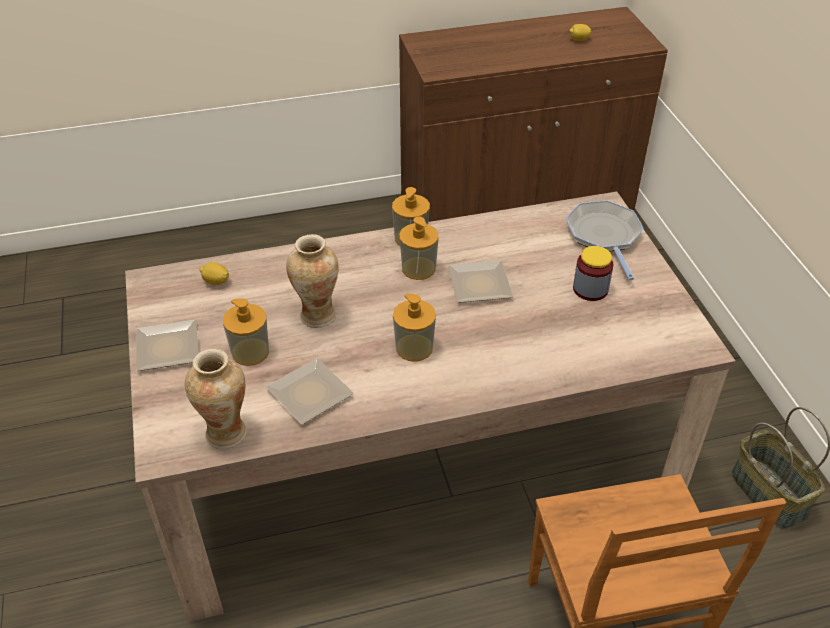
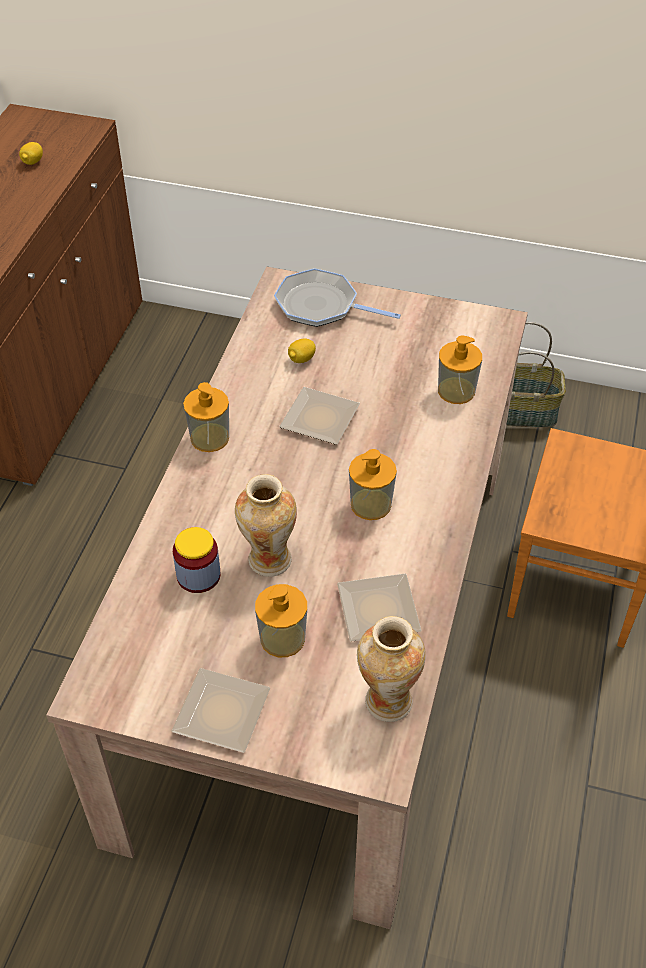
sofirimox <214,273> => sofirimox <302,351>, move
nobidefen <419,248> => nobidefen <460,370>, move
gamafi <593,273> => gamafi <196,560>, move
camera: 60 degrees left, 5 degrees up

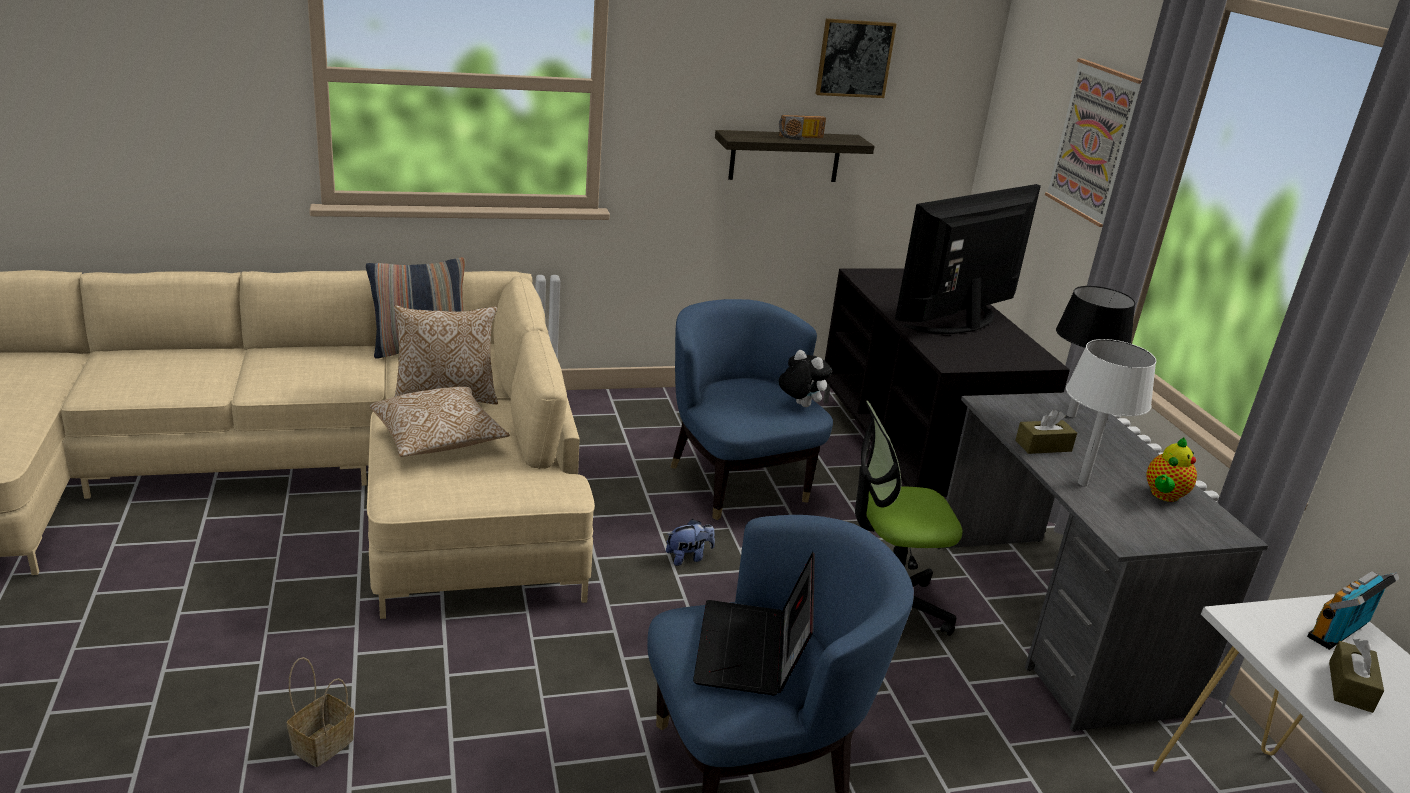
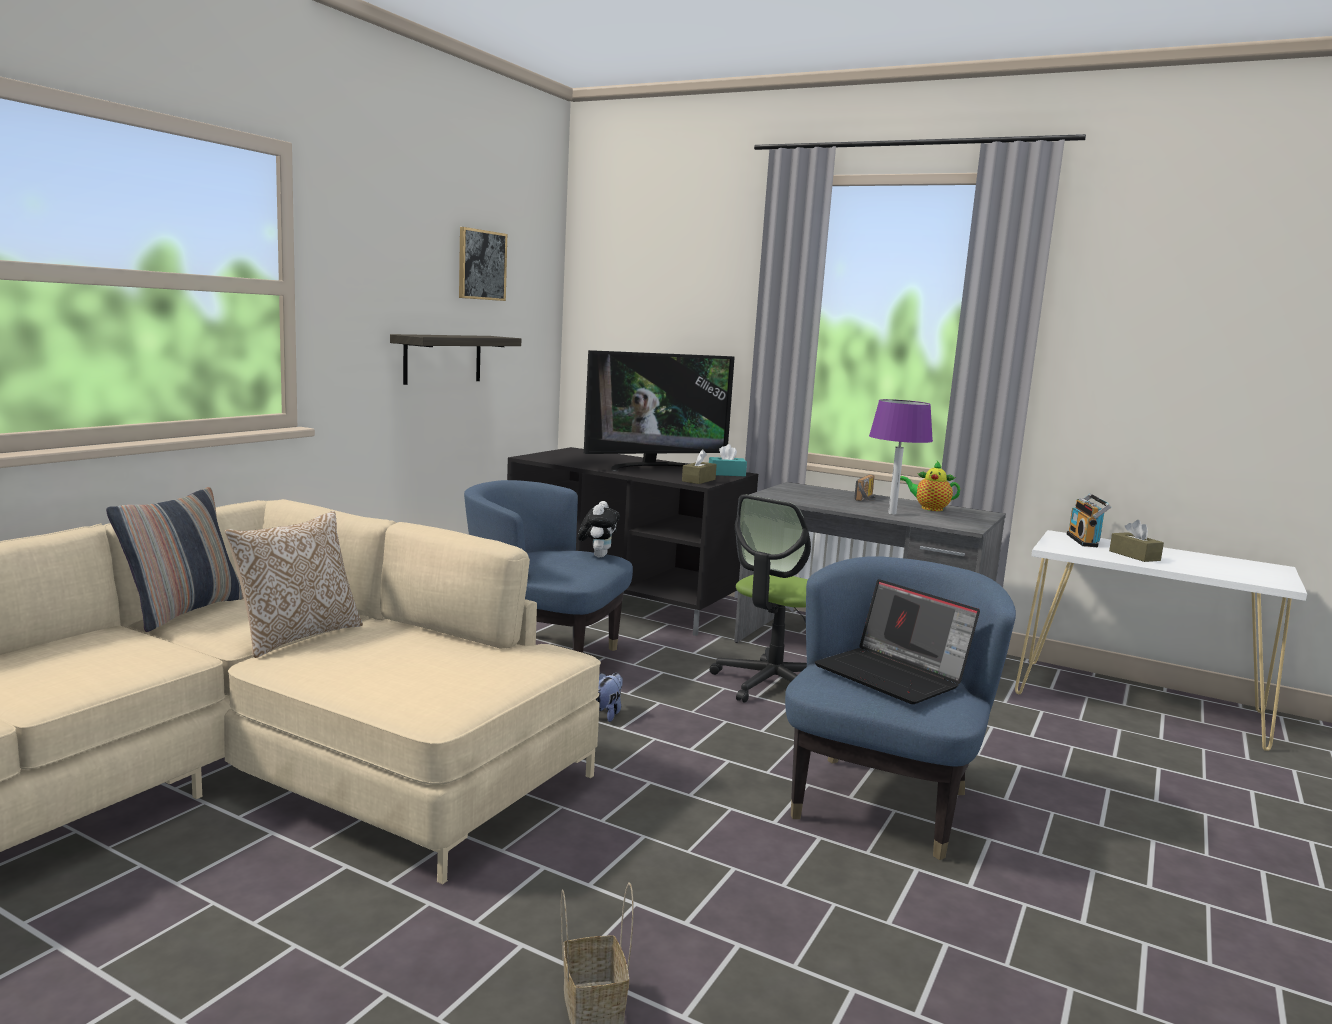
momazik <440,422> => nothing
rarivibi <802,127> => rarivibi <865,487>, move
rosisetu <805,378> => rosisetu <599,529>, 105 degrees clockwise
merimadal <968,259> => merimadal <659,410>, 120 degrees counterclockwise
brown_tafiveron <1046,431> => brown_tafiveron <699,466>, move
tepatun <1093,142> => nothing
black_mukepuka <1095,352> => nothing
white_mukepuka <1111,412> => purple_mukepuka <901,456>
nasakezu <1171,469> => nasakezu <930,486>, 120 degrees clockwise
nothing => turquoise_tafiveron <728,460>
camera: 45 degrees left, 15 degrees down

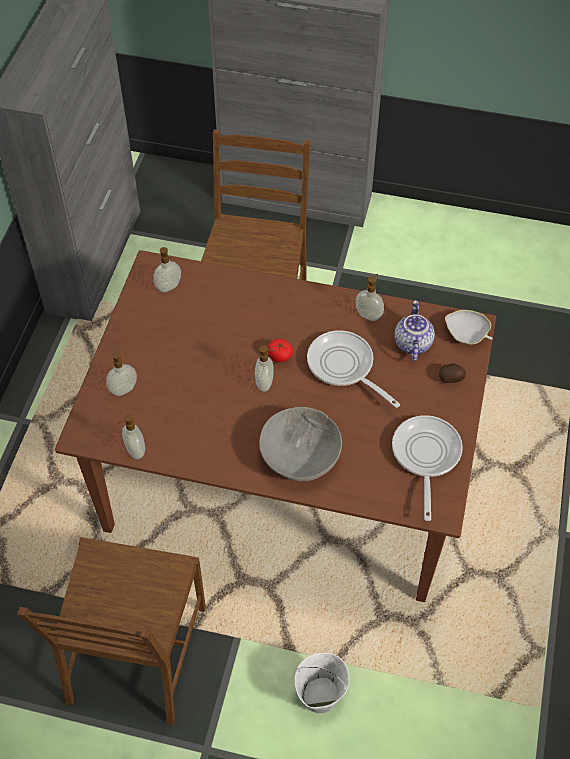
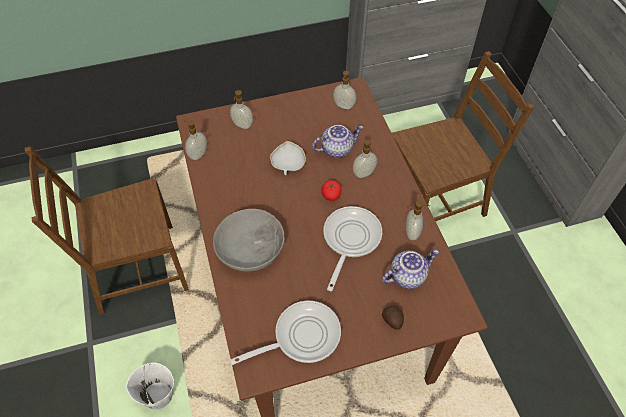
nobidefen <265,368> => nobidefen <365,158>, move
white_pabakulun <469,327> => white_pabakulun <288,158>, move
nothing => nasakezu <338,141>
camera: 60 degrees right, 0 degrees up

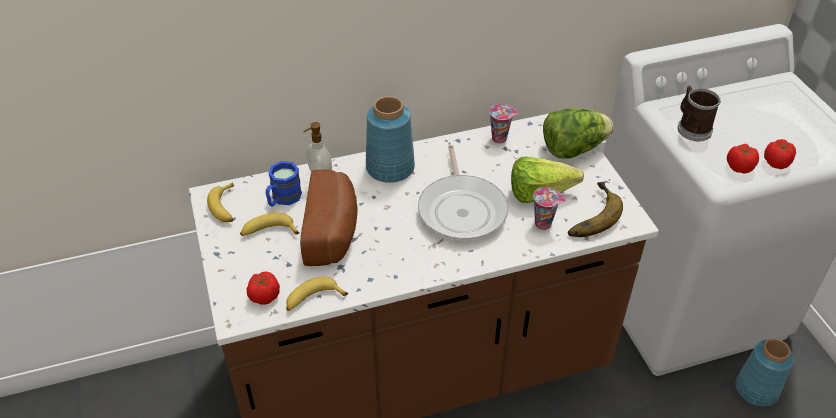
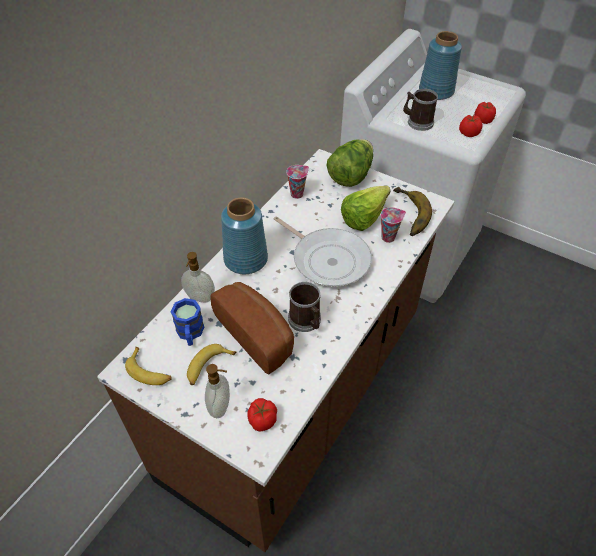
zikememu <317,294> => nothing
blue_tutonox <764,372> => blue_tutonox <440,65>, move
nothing => nobidefen <217,391>
nothing => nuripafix <304,307>
camera: 40 degrees left, 5 degrees up

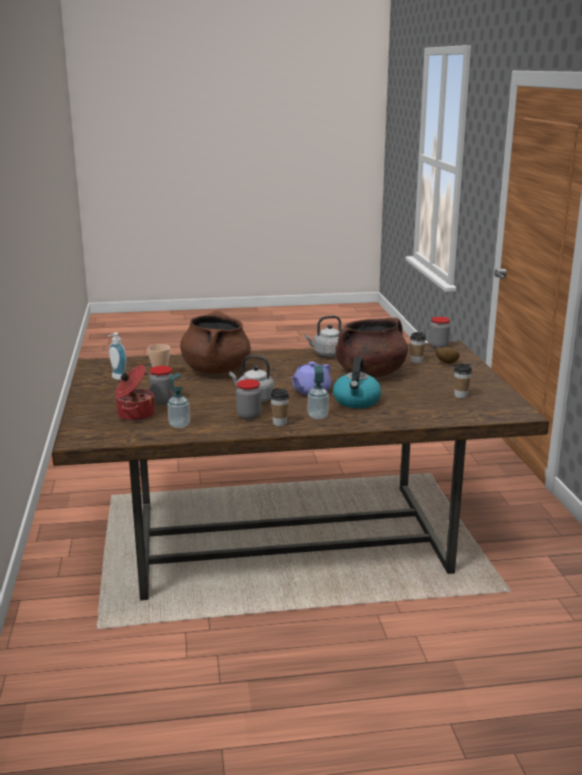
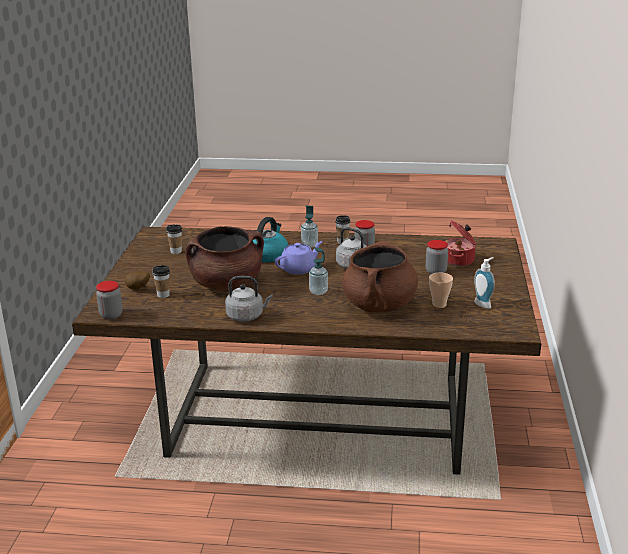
nobidefen <179,400> => nobidefen <318,271>, move
camera: 165 degrees left, 5 degrees up

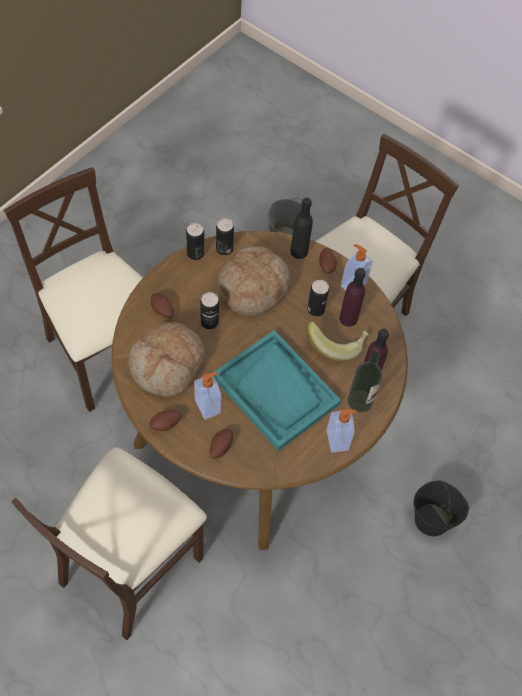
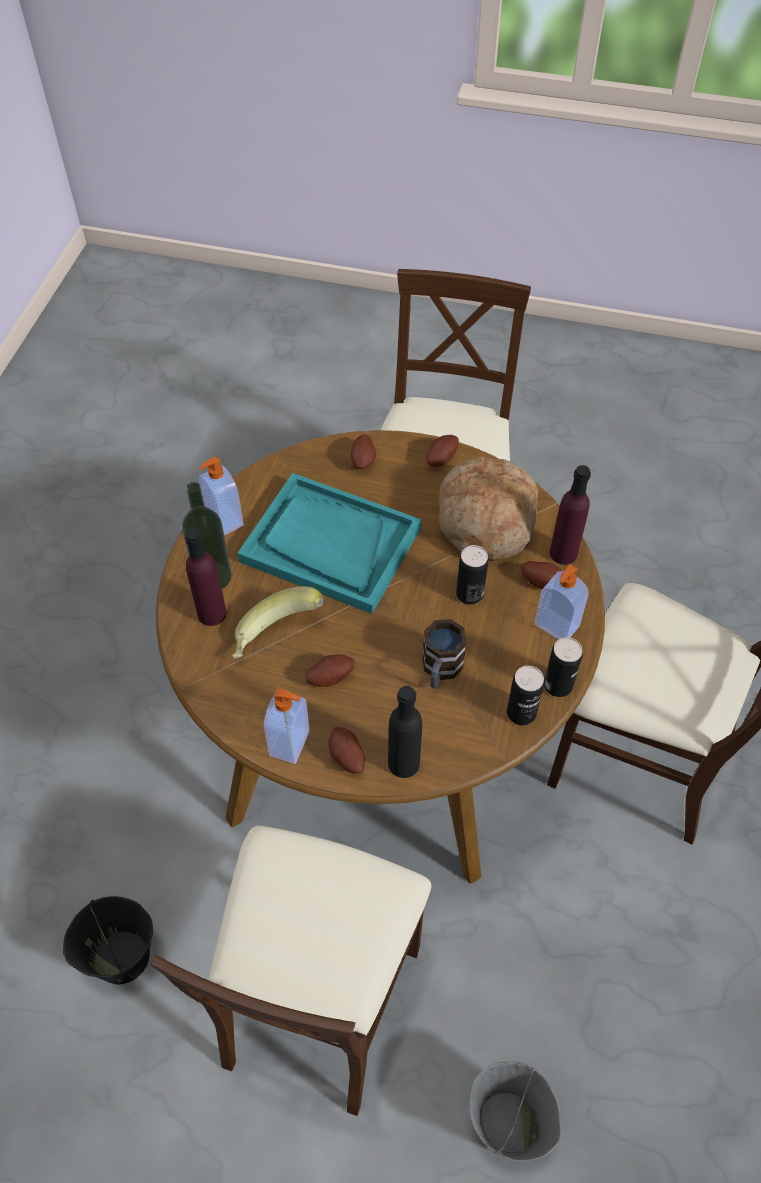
nobidefen <207,396> => nobidefen <562,602>, move
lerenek <254,281> => nuripafix <444,654>
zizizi <318,298> => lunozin <330,671>
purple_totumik <352,297> => purple_totumik <570,515>, move
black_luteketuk <441,508> => black_luteketuk <108,940>, move
camera: 160 degrees right, 5 degrees down

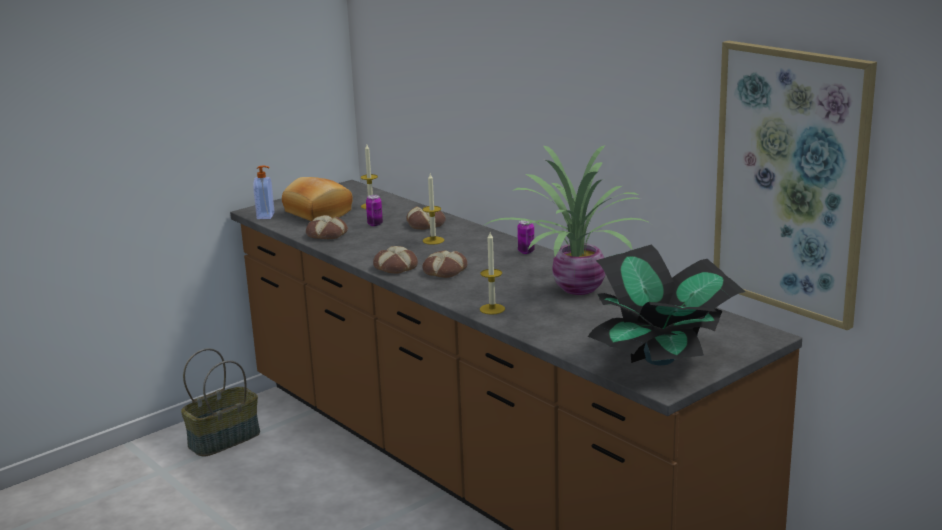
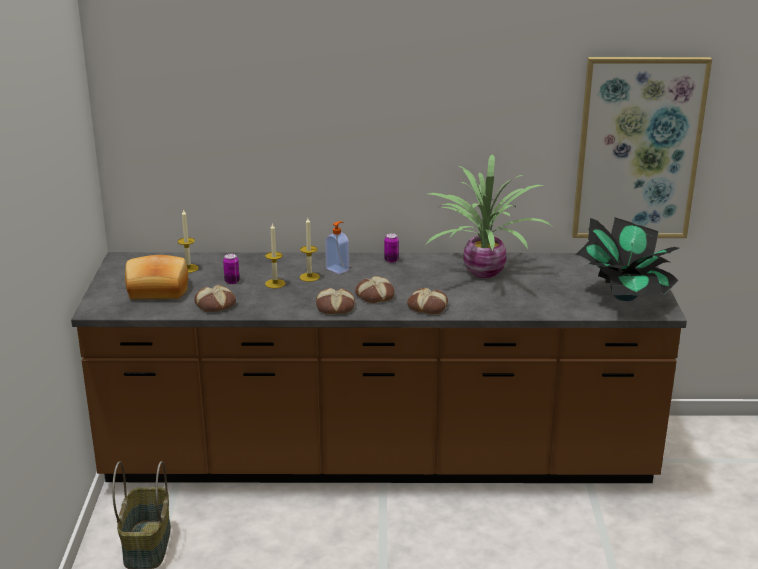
nobidefen <264,192> => nobidefen <337,247>, move
lerenek <426,218> => lerenek <427,301>, move
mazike <492,273> => mazike <275,255>, move
camera: 50 degrees left, 5 degrees up

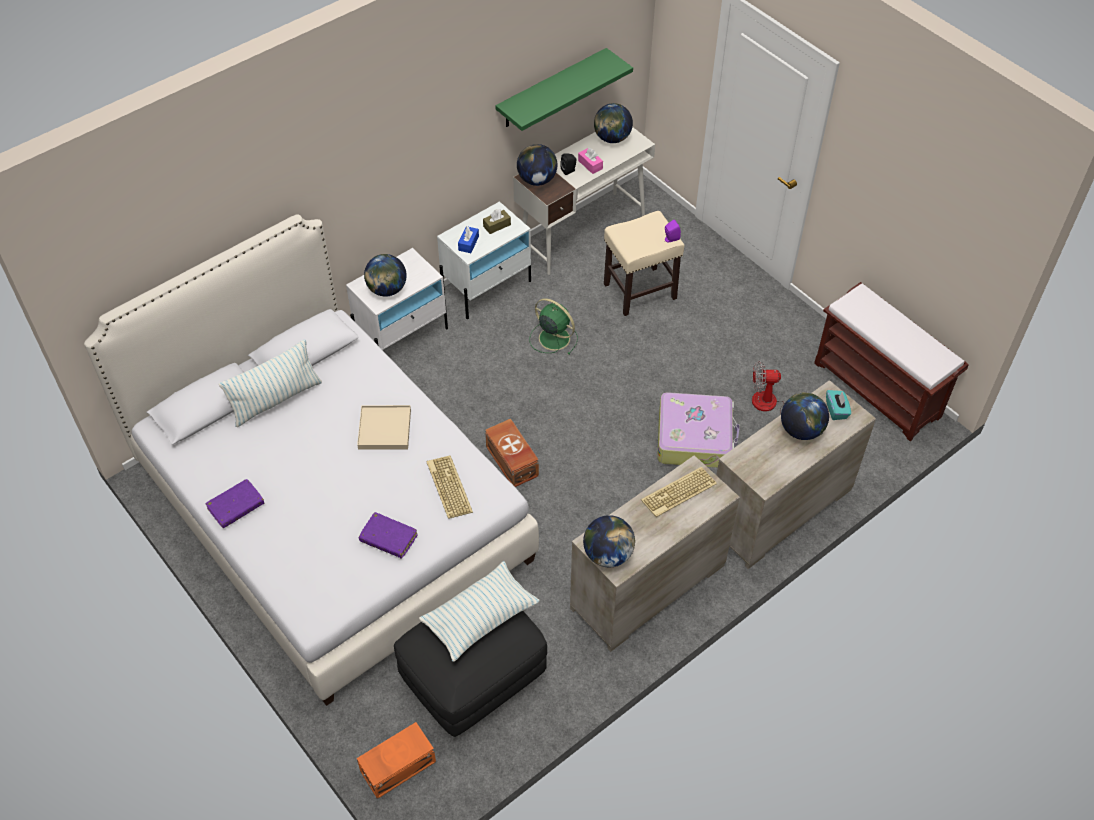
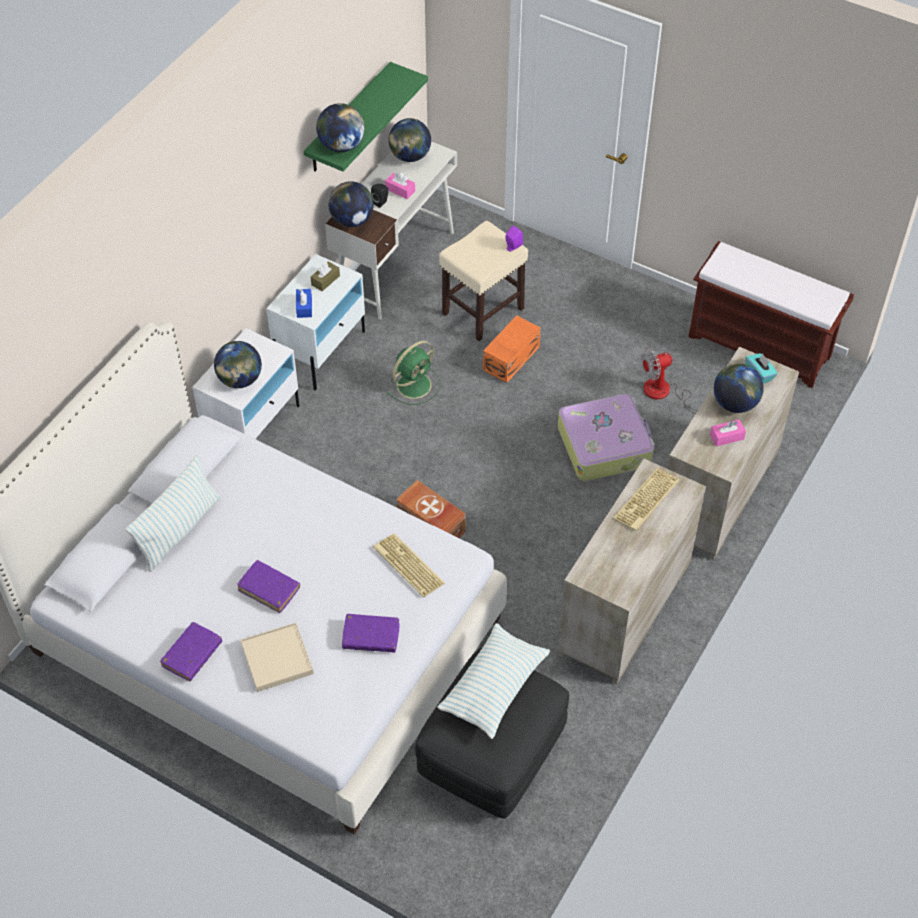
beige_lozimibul <384,427> => beige_lozimibul <277,657>, move
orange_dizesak <396,760> => orange_dizesak <512,349>, move
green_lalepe <553,326> => green_lalepe <414,373>, 120 degrees clockwise
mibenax <609,541> => mibenax <340,127>, move
nothing => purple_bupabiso <268,586>
nothing => pink_tafiveron <728,433>
camera: 20 degrees left, 0 degrees up

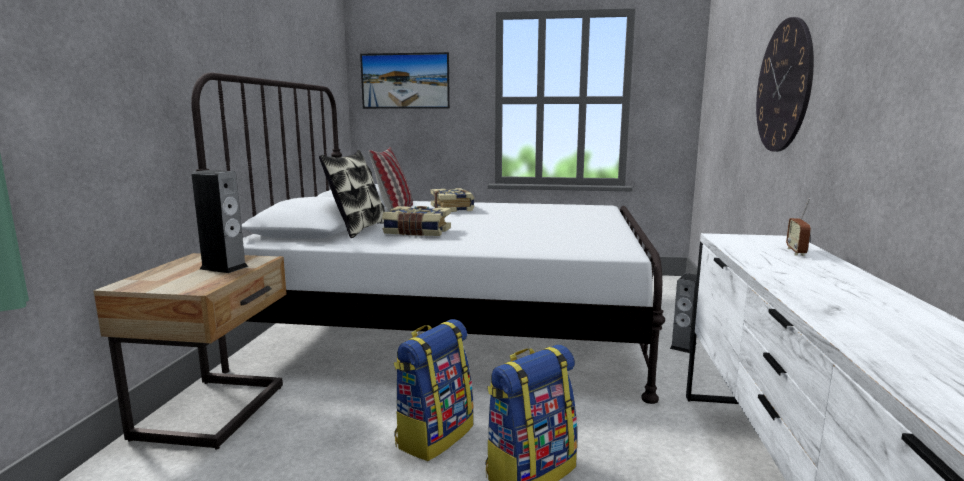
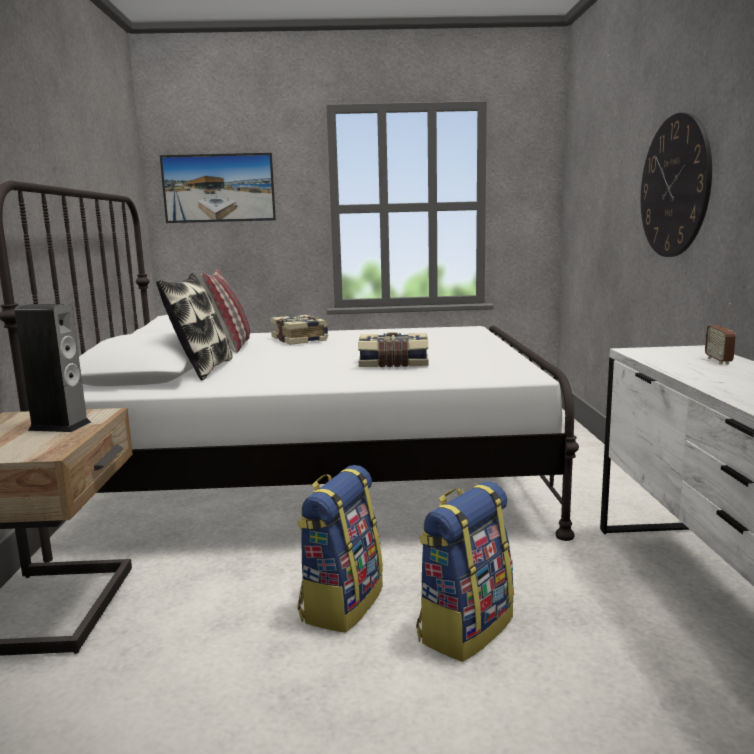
bupabiso <416,221> => bupabiso <393,350>, move
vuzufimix <683,313> => nothing
camera: 10 degrees left, 0 degrees up

